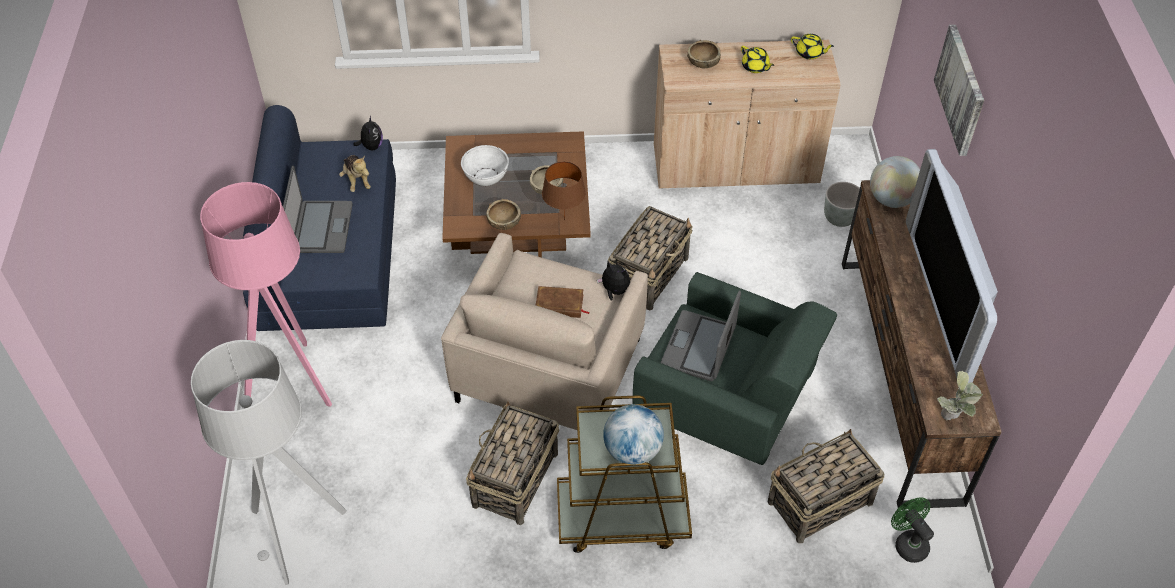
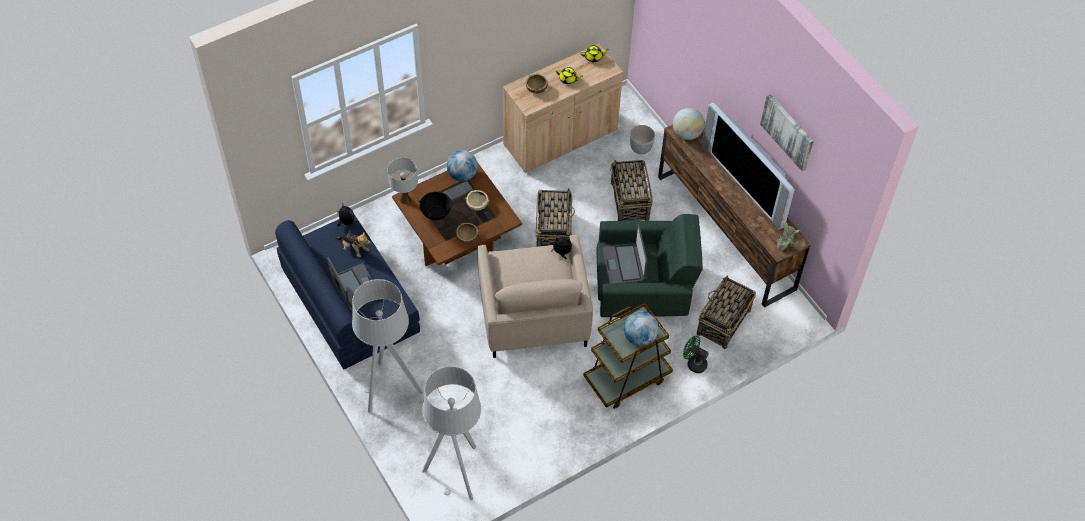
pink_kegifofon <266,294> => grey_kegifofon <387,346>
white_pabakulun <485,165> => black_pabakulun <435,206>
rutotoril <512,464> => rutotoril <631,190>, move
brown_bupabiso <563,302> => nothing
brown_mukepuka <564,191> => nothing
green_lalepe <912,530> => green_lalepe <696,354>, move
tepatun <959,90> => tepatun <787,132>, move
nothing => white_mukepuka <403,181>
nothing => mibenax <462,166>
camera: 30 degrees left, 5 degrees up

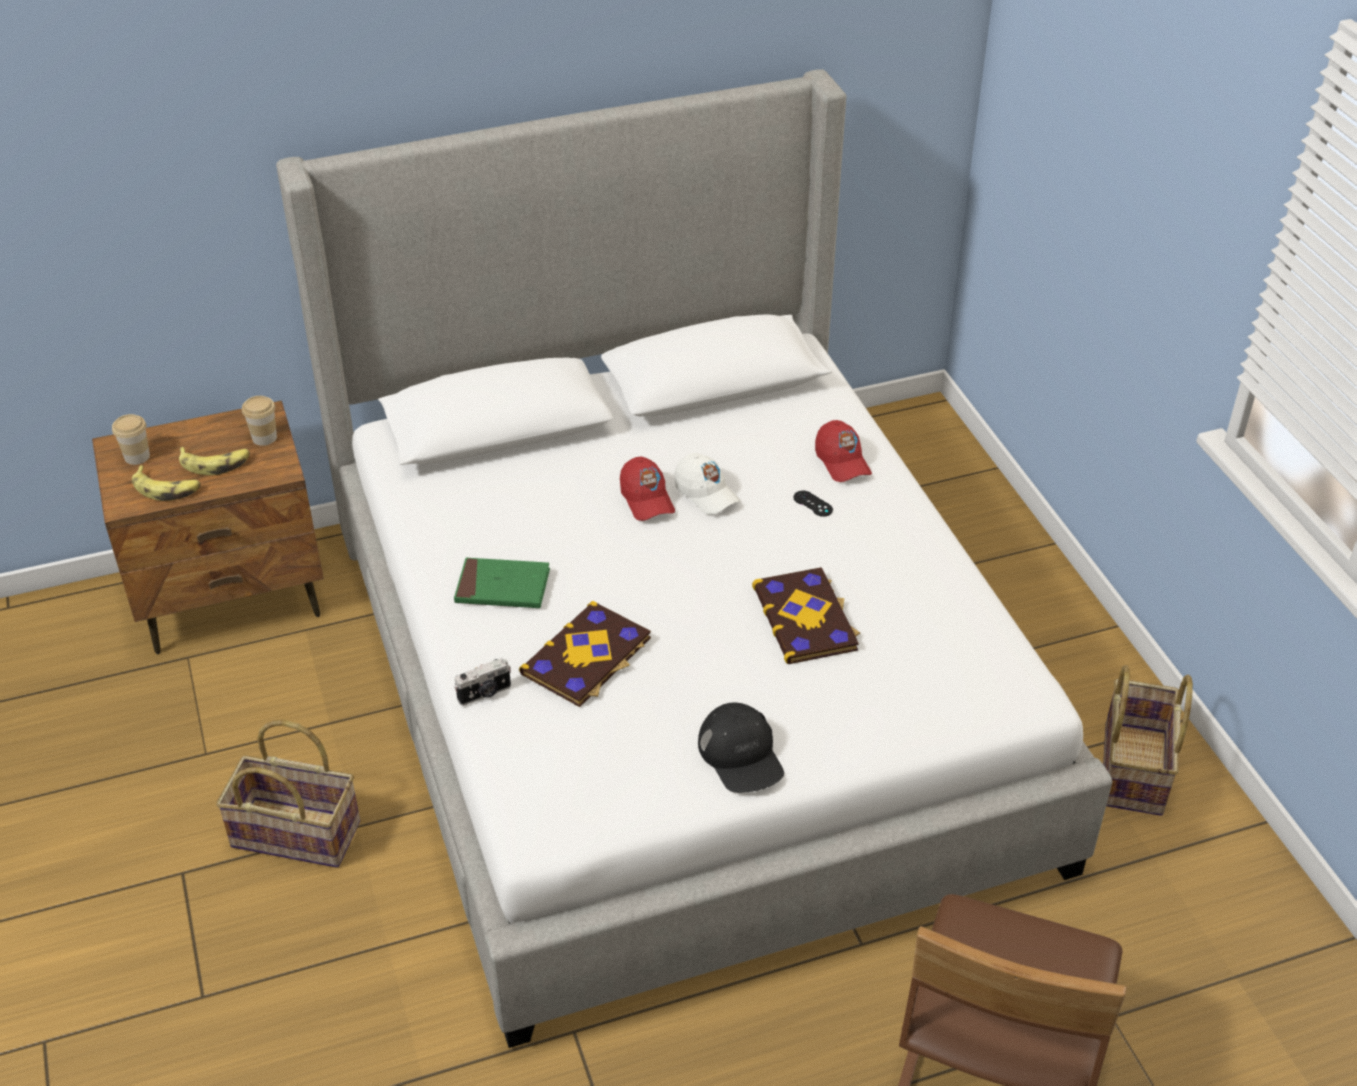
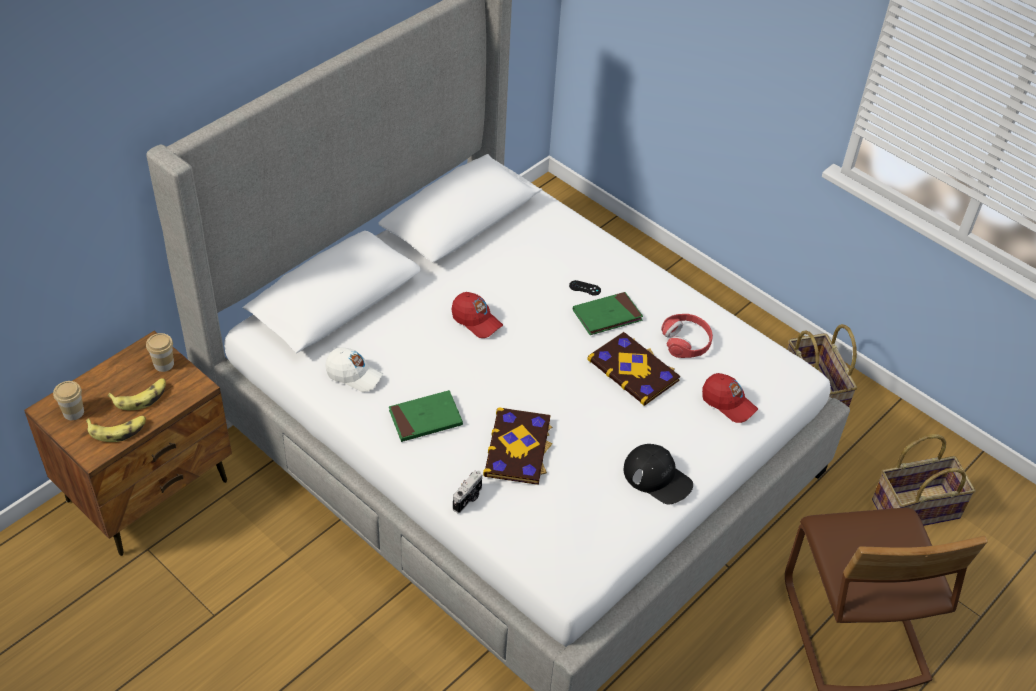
rutotoril <288,793> => rutotoril <924,480>, move
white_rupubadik <707,484> => white_rupubadik <354,370>, move
red_rupubadik <843,451> => red_rupubadik <730,398>, move
nothing => green_bupabiso <608,313>
nothing => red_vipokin <687,336>
camera: 30 degrees left, 5 degrees up

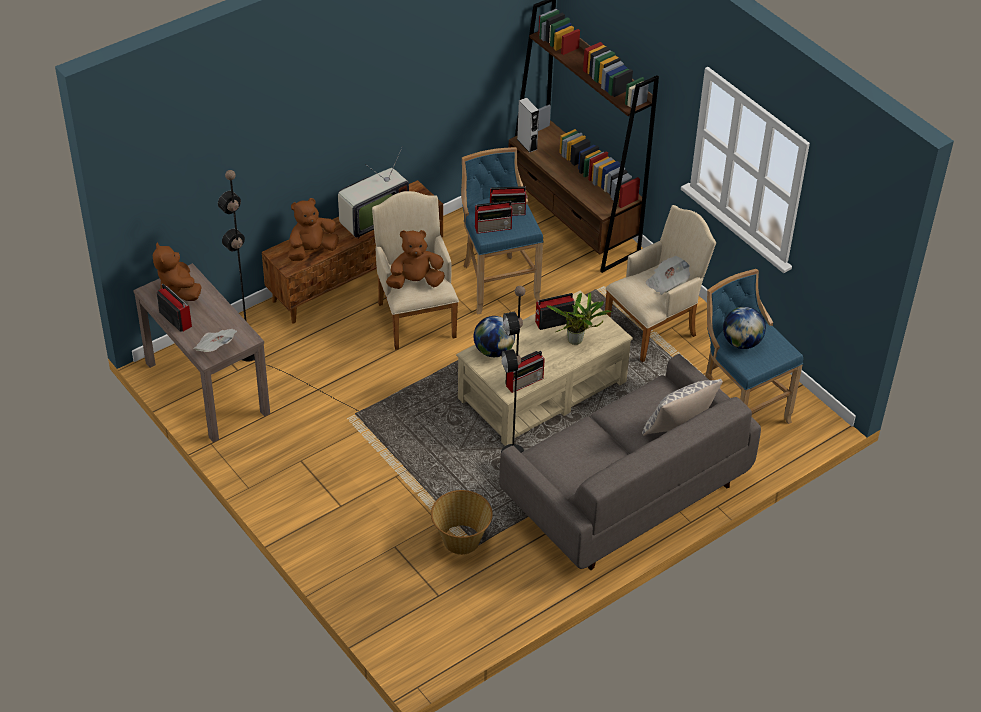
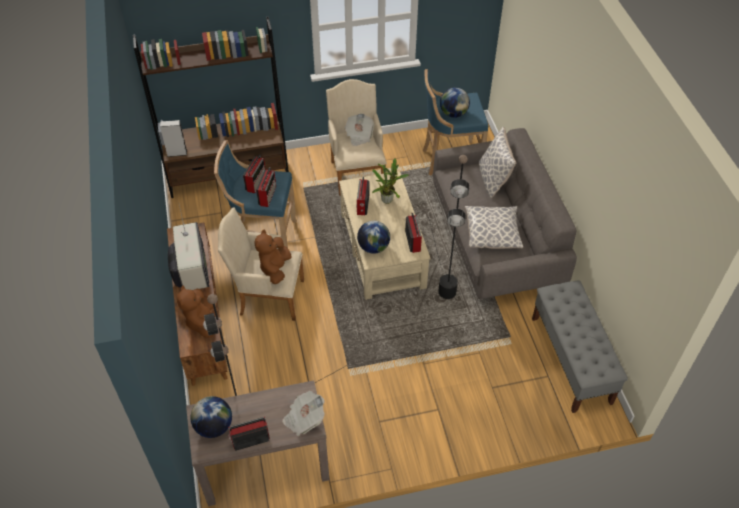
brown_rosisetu <177,271> => mibenax <211,417>
rutotoril <462,522> => nothing
nothing => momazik <494,227>
nothing => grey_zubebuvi <580,346>
camera: 65 degrees left, 5 degrees up

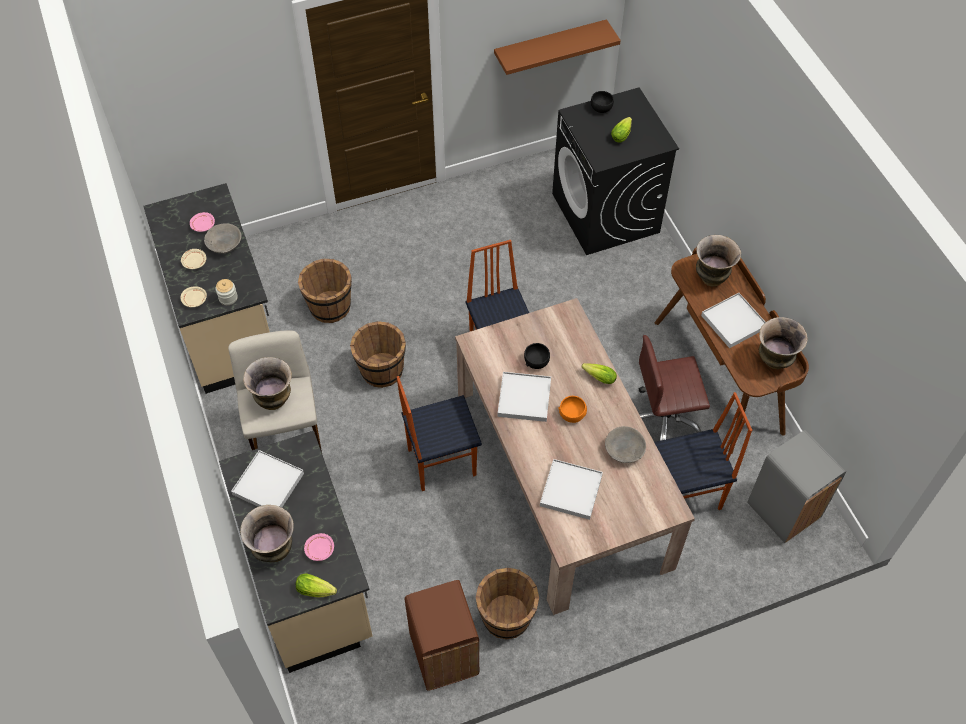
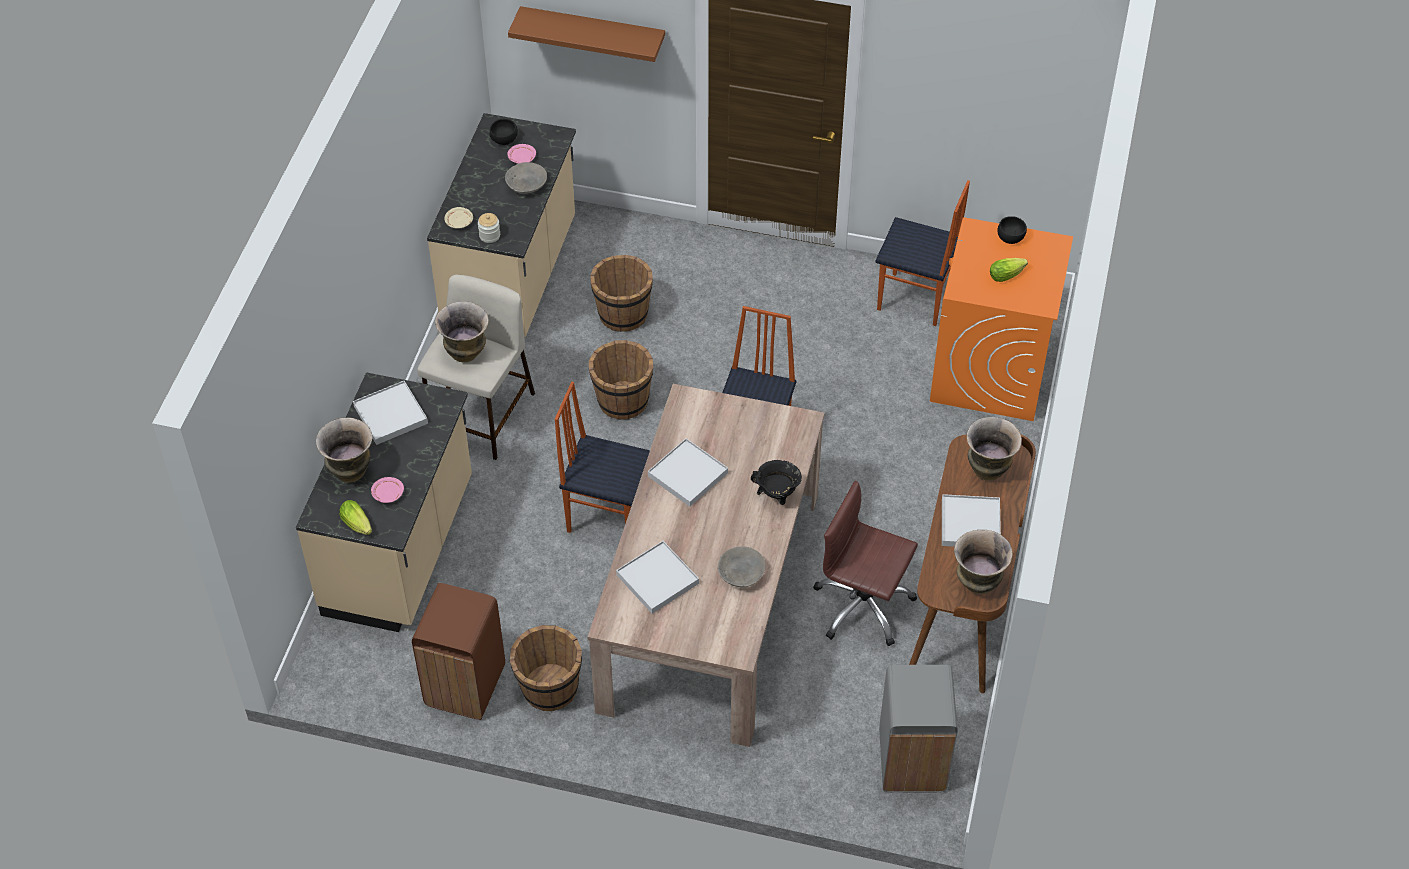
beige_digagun <193,259> => nothing
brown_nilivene <557,47> => brown_nilivene <586,34>, move
black_pabakulun <537,356> => black_pabakulun <503,132>, move
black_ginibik <615,171> => orange_ginibik <1001,319>
orange_pabakulun <572,409> => nothing
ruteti <599,373> => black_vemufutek <776,482>
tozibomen <703,451> => tozibomen <923,253>, move
camera: 35 degrees right, 5 degrees down

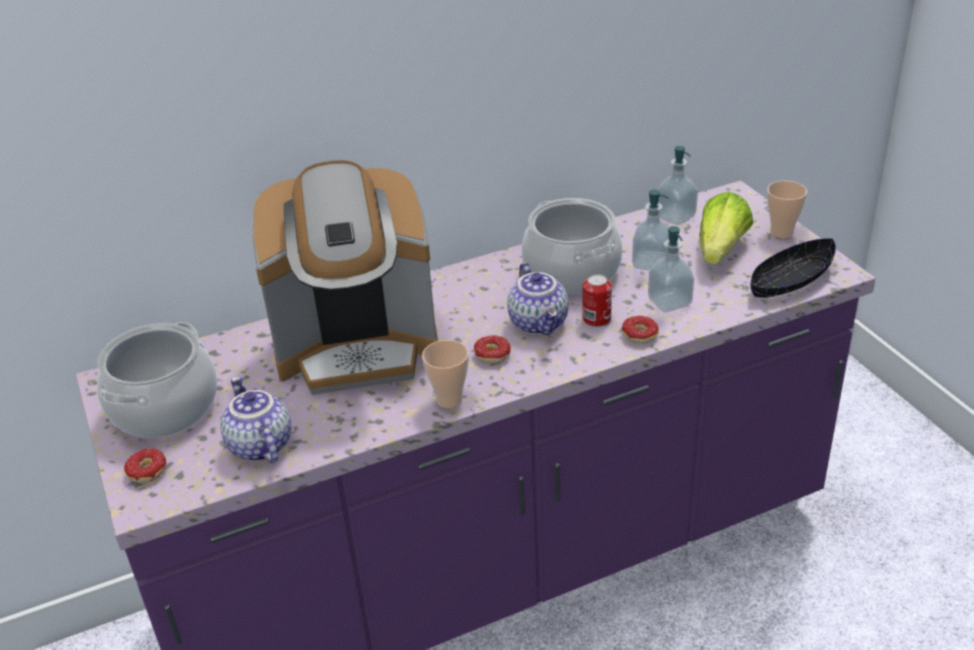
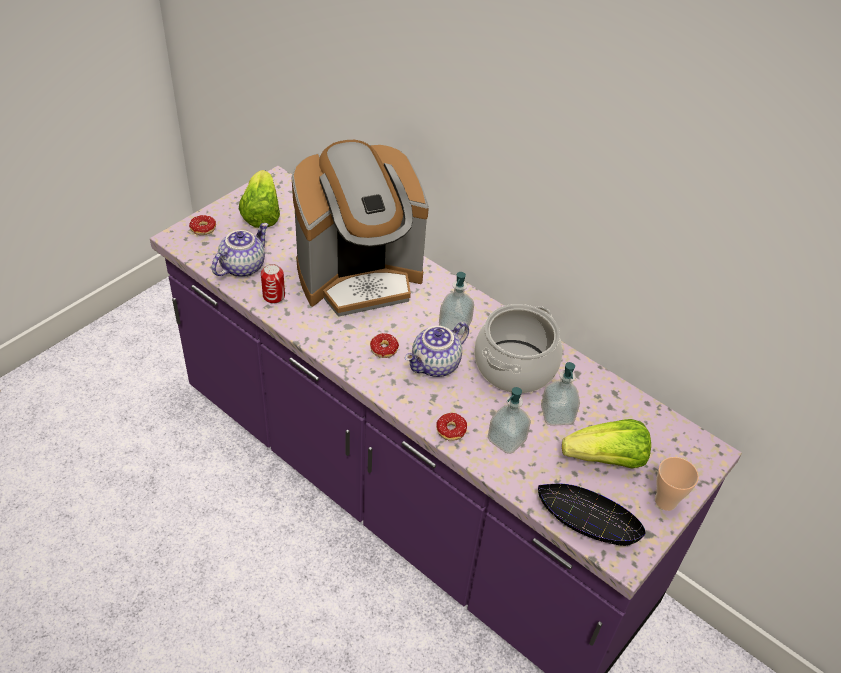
vemufutek <157,380> => ruteti <259,199>
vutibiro <344,277> => vutibiro <360,228>, 75 degrees counterclockwise
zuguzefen <445,374> => nothing
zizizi <597,300> => zizizi <273,284>, move
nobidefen <678,185> => nobidefen <456,303>, move
camera: 60 degrees right, 10 degrees up

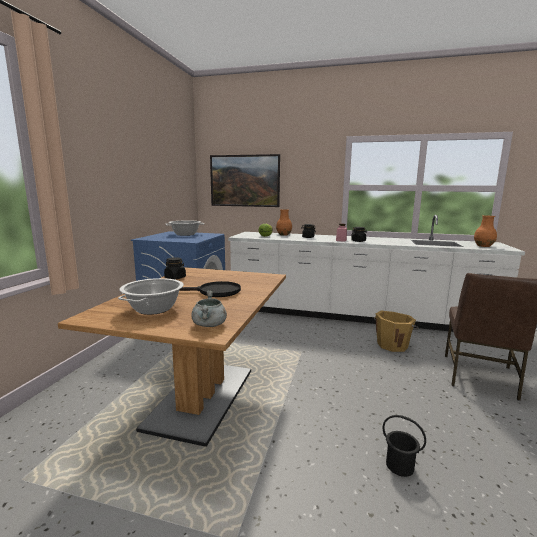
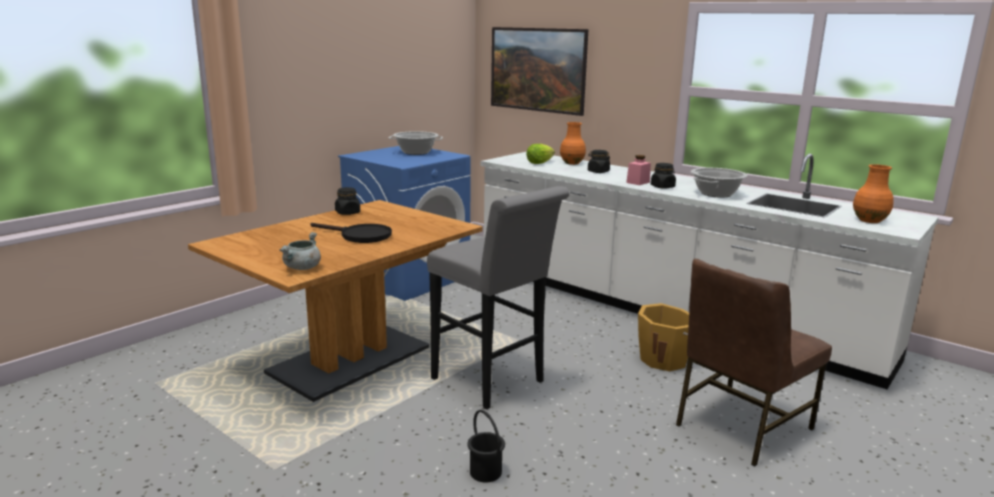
vemufutek <151,296> => vemufutek <719,183>, move
nothing => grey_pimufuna <498,297>
camera: 25 degrees right, 5 degrees up

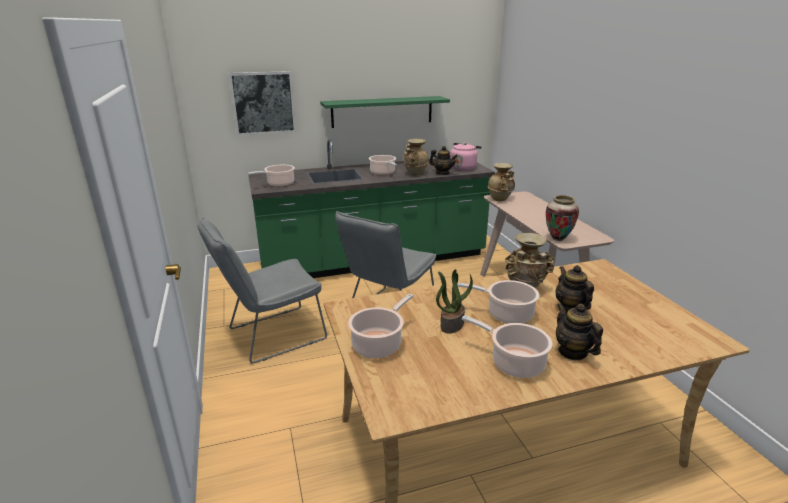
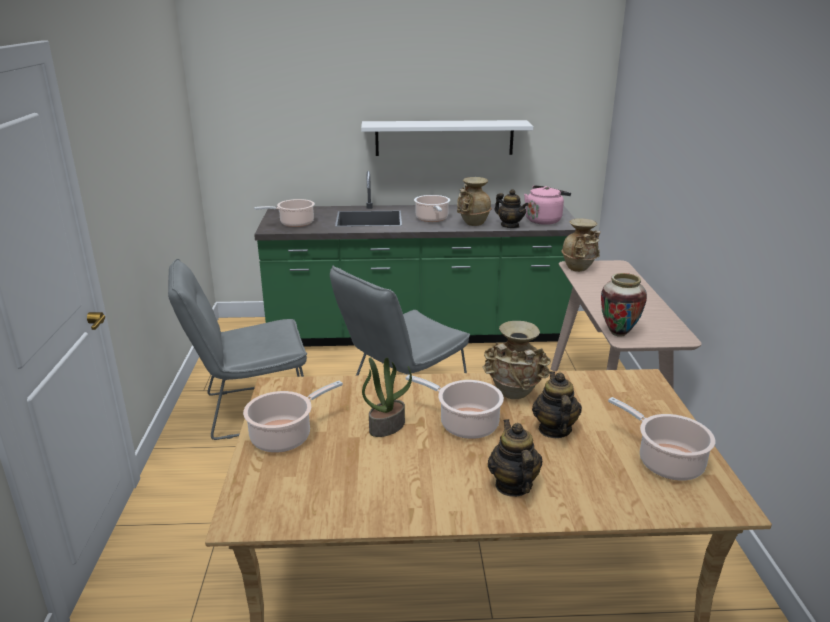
tepatun <262,103> => nothing
green_nilivene <385,112> => white_nilivene <447,138>
vemufutek <507,346> => vemufutek <661,439>, move
camera: 15 degrees right, 0 degrees up

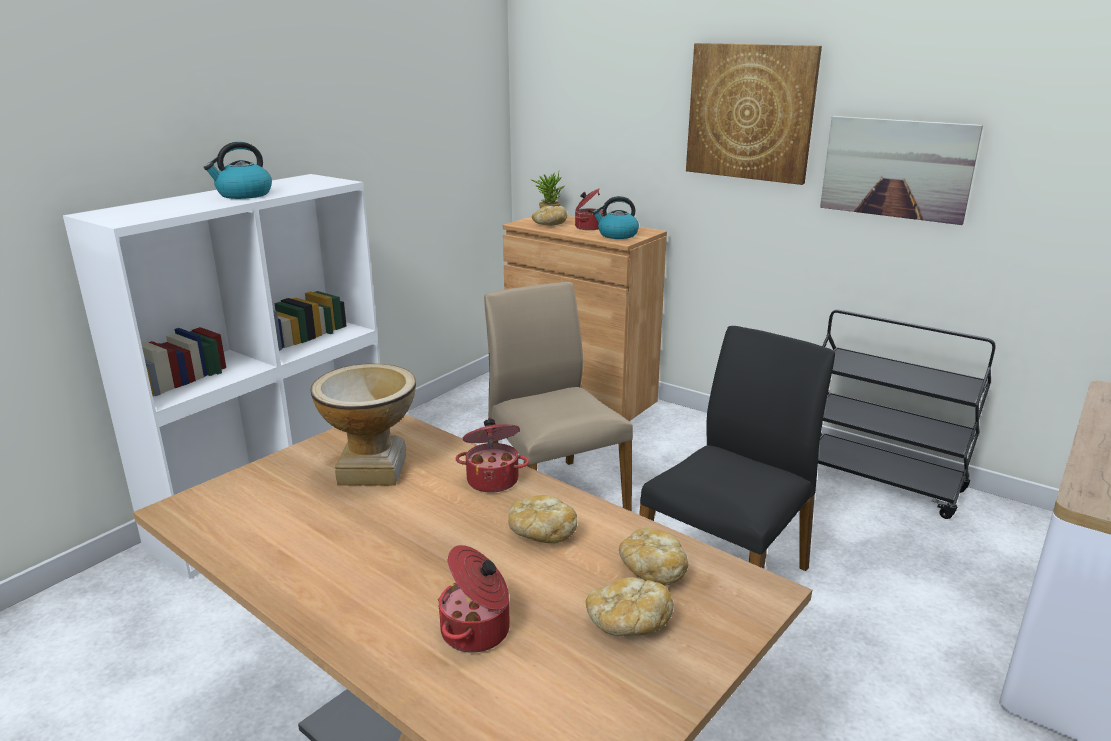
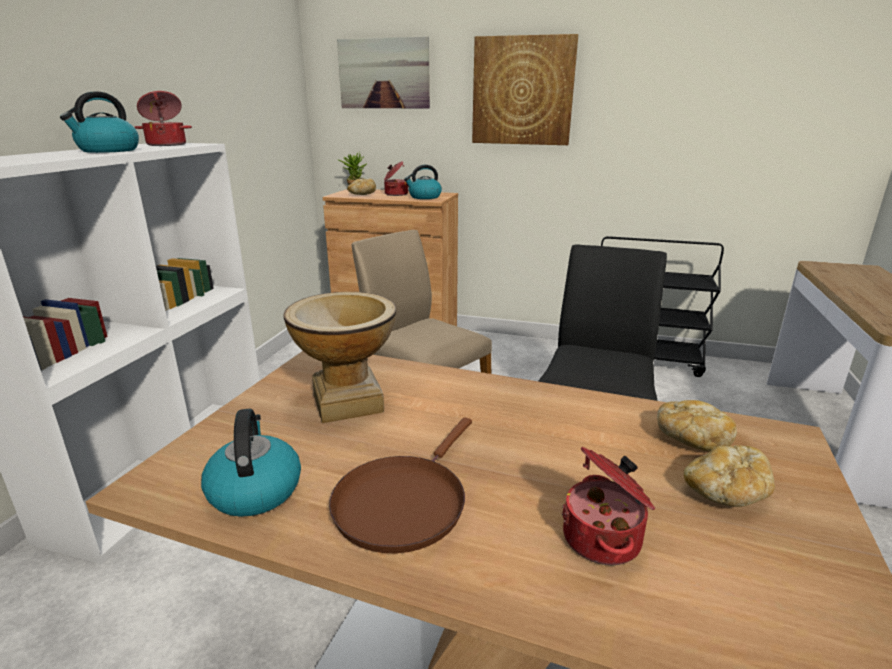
vemufutek <492,456> => vemufutek <163,118>, move
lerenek <542,519> => nothing
tepatun <901,170> => tepatun <383,72>, move
nothing => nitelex <251,463>
nothing => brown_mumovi <400,485>
camera: 20 degrees left, 0 degrees up

